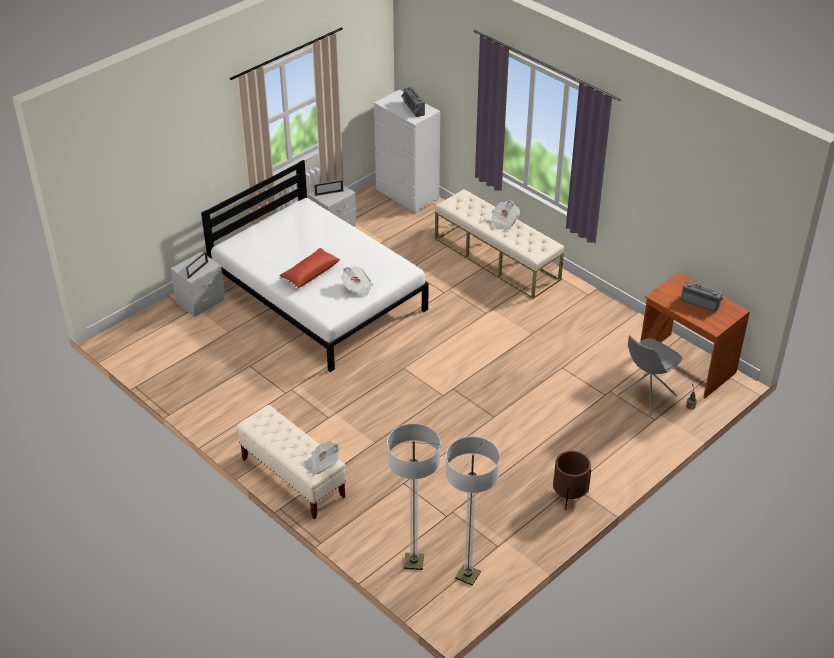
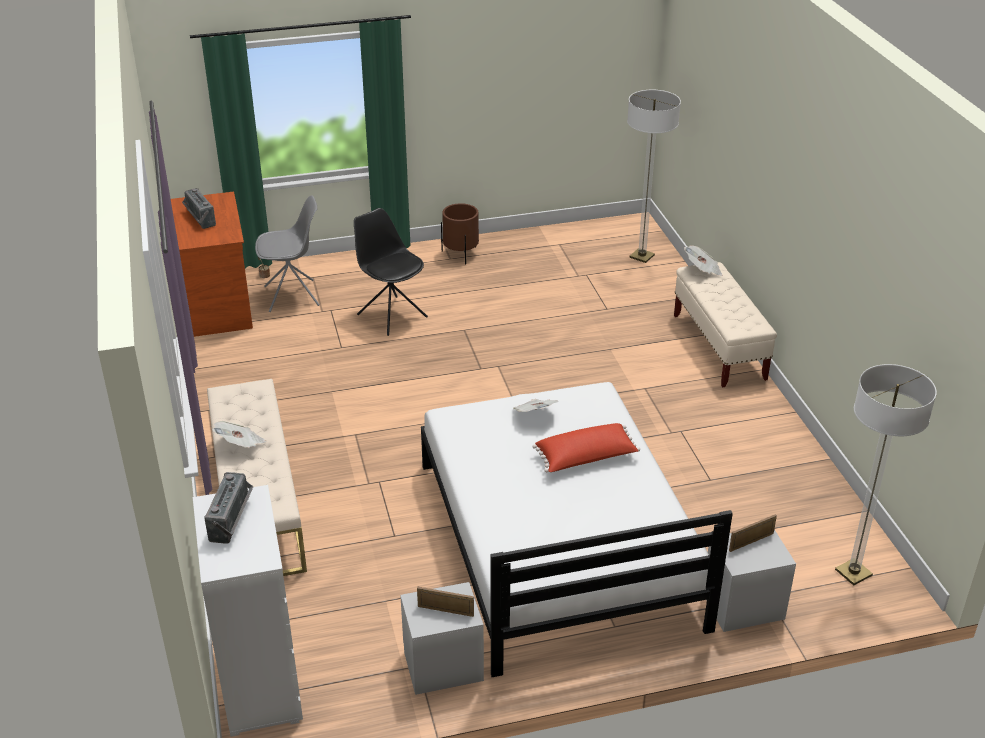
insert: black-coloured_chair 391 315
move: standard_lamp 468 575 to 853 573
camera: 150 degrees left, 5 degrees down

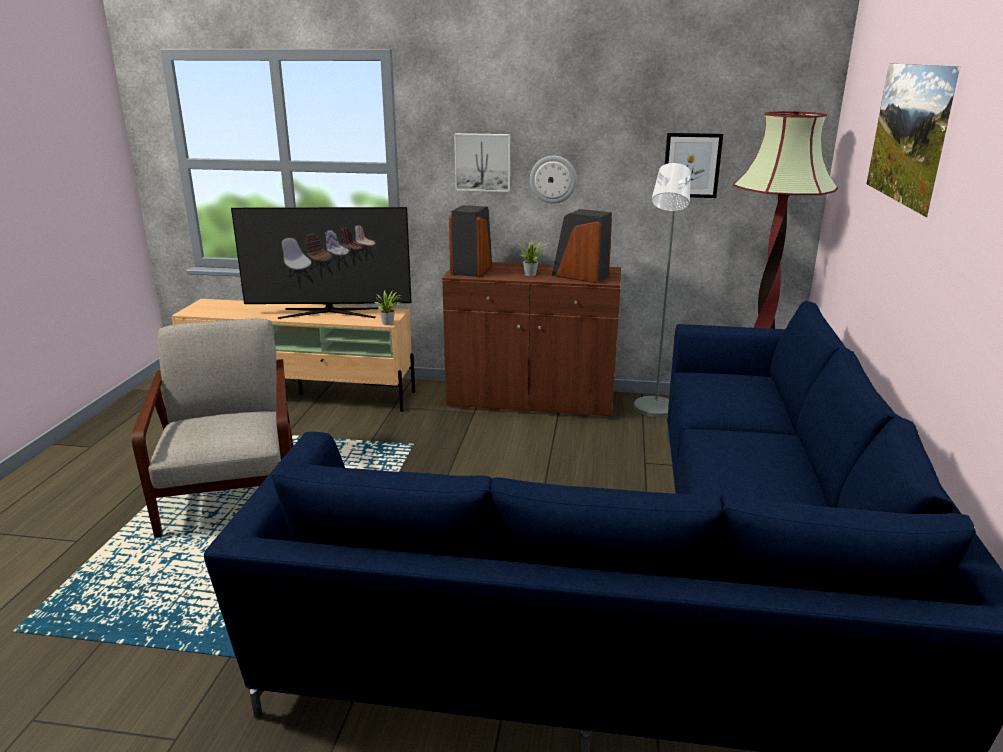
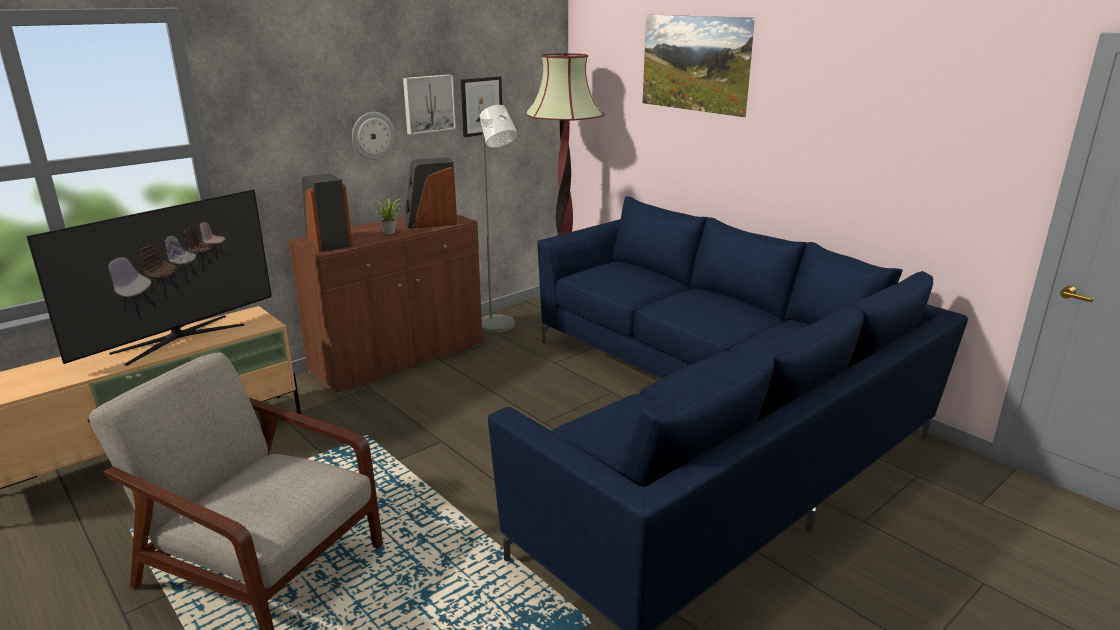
delete: potted_plant 389 323
move: wall_picture 483 162 to 428 103
camera: 50 degrees left, 0 degrees up

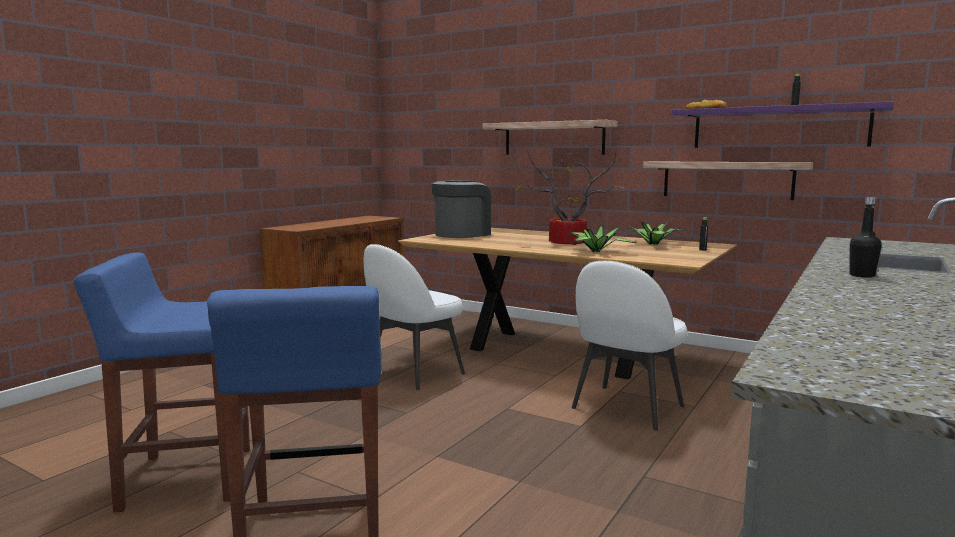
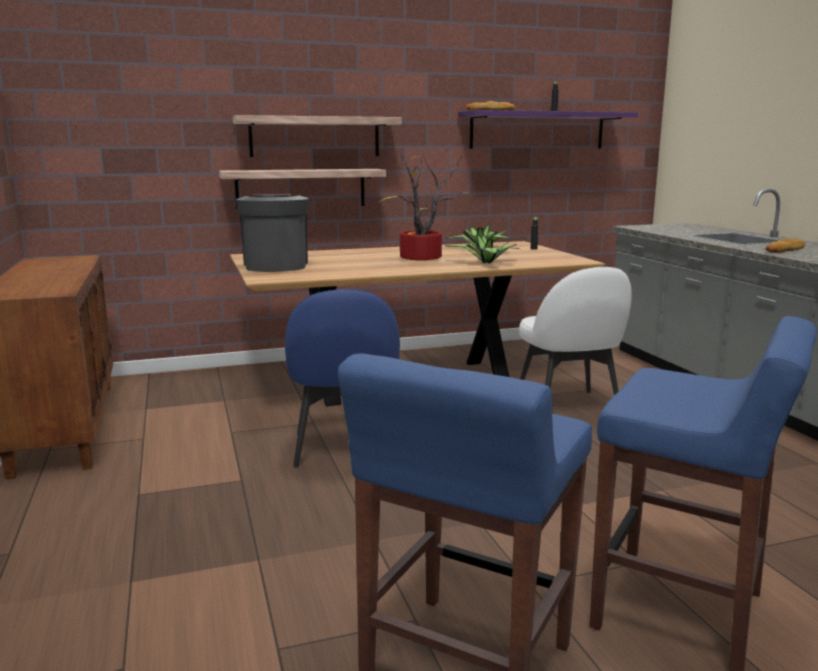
move: bracket_shelf 727 179 to 301 188
replace: black-coloured_beverage_bottle 862 275 to bread 785 250
recolor: whitish_chair 413 373 to blue-coloured_chair 345 449
camera: 50 degrees left, 5 degrees up

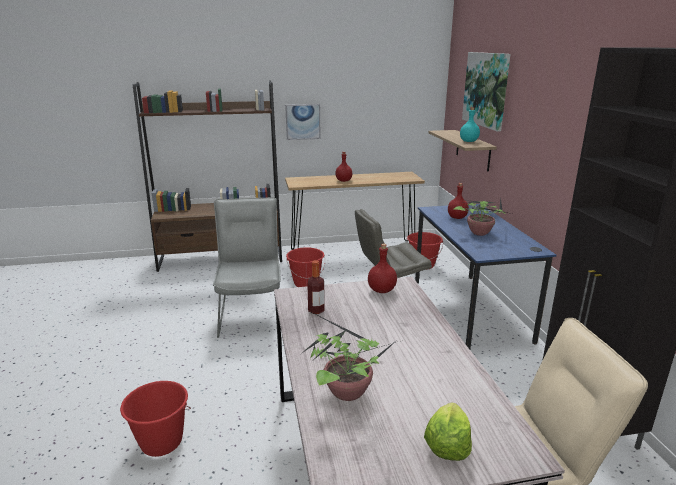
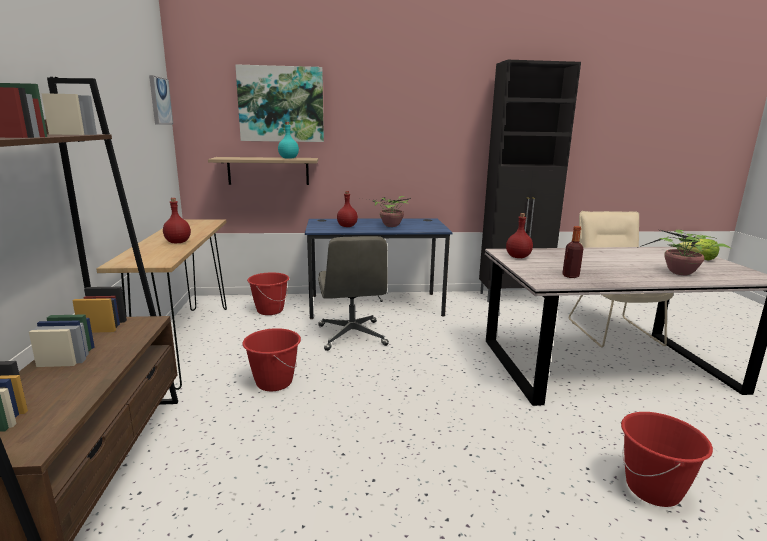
delete: greyish_chair 252 314
move: wall_picture 303 121 to 160 101
camera: 85 degrees left, 5 degrees down

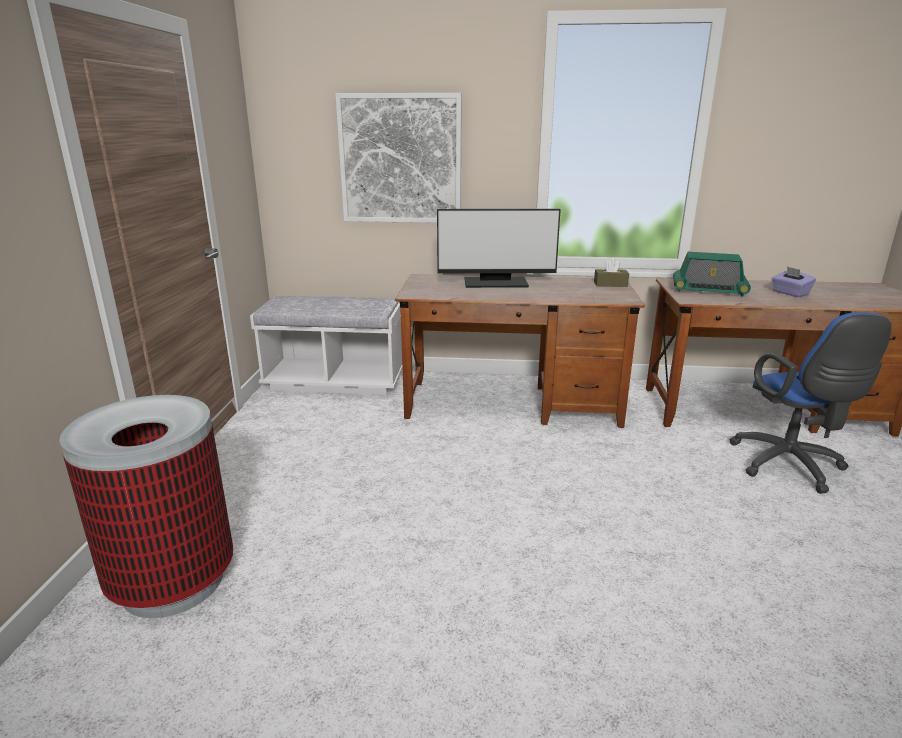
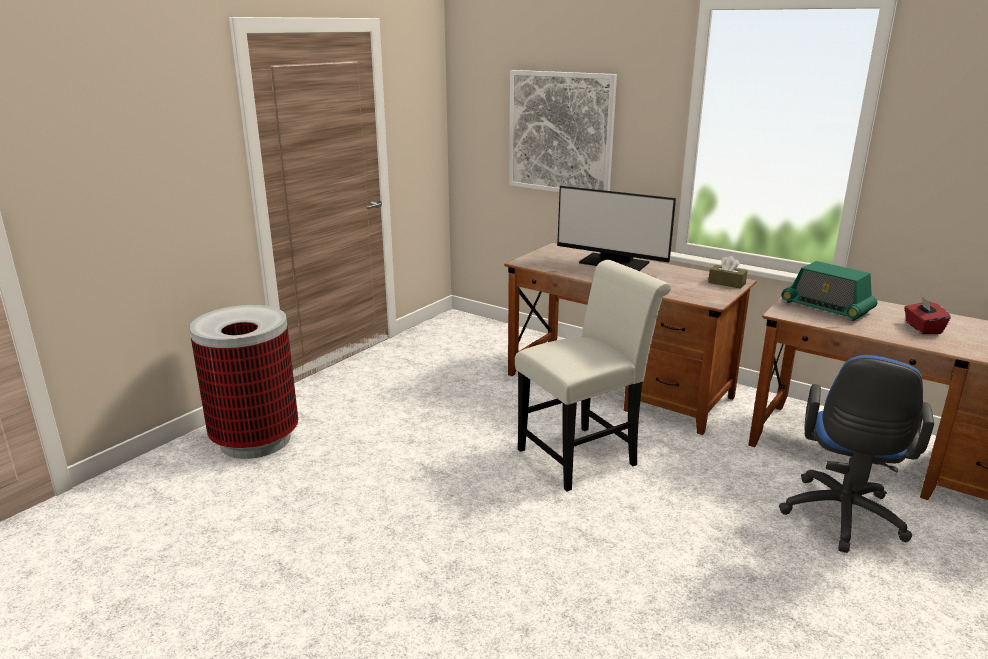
delete: whitish_indoor_bench 335 381
insert: whitish_chair 584 455
recolor: purplish_tissue_holder 790 293 to red_tissue_holder 922 328
camera: 30 degrees right, 0 degrees up

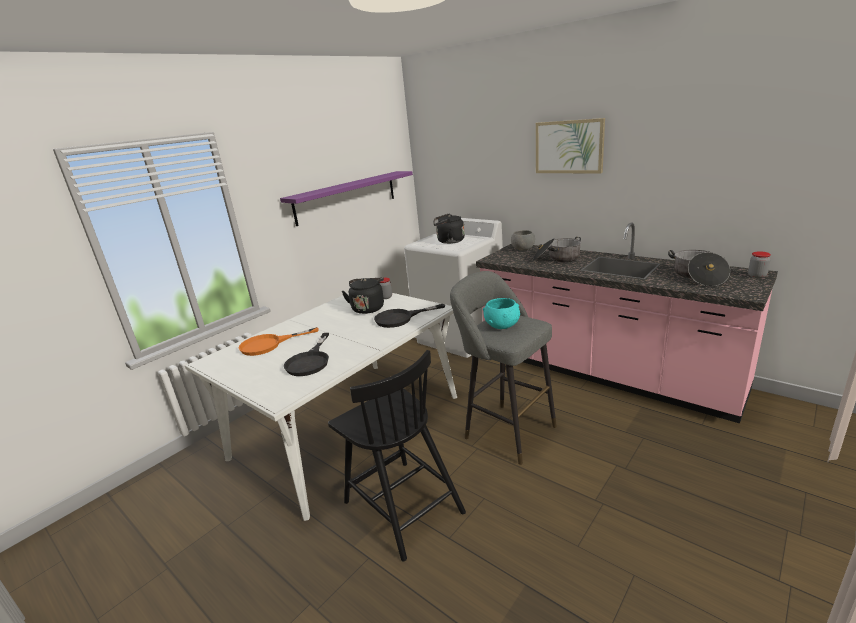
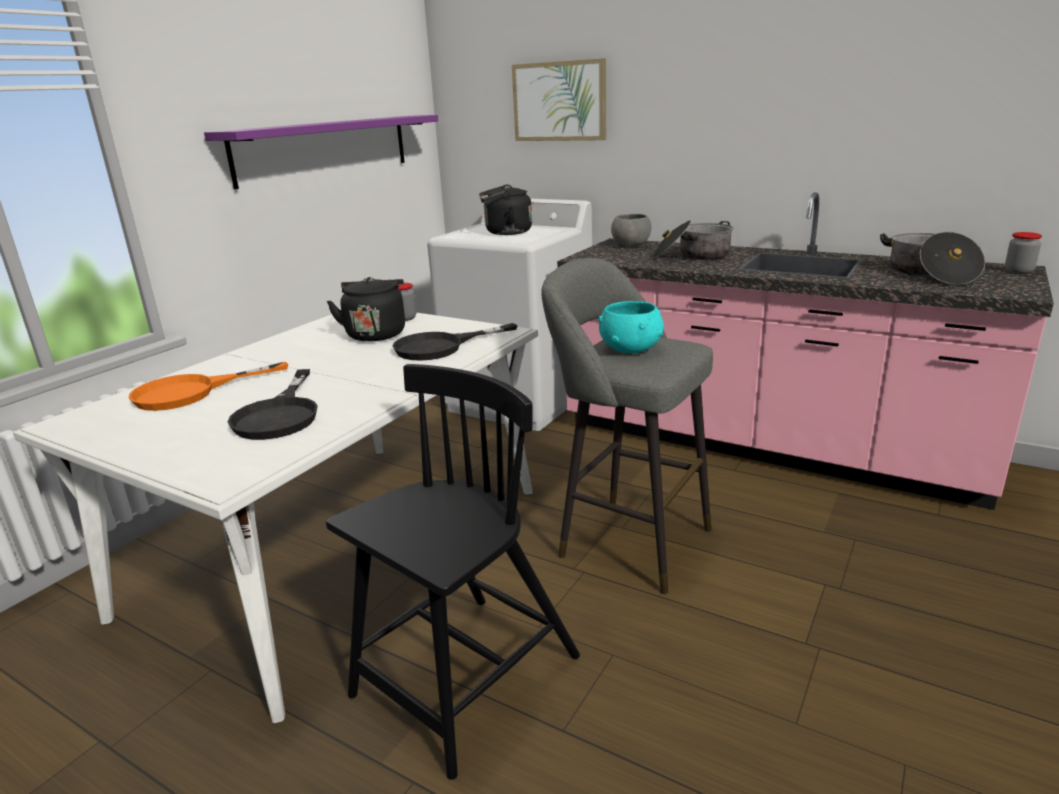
move: wall_picture 569 147 to 559 101
rotate: black-coloured_chair 402 505 = 464 679 90 degrees counterclockwise
camera: 10 degrees left, 0 degrees up

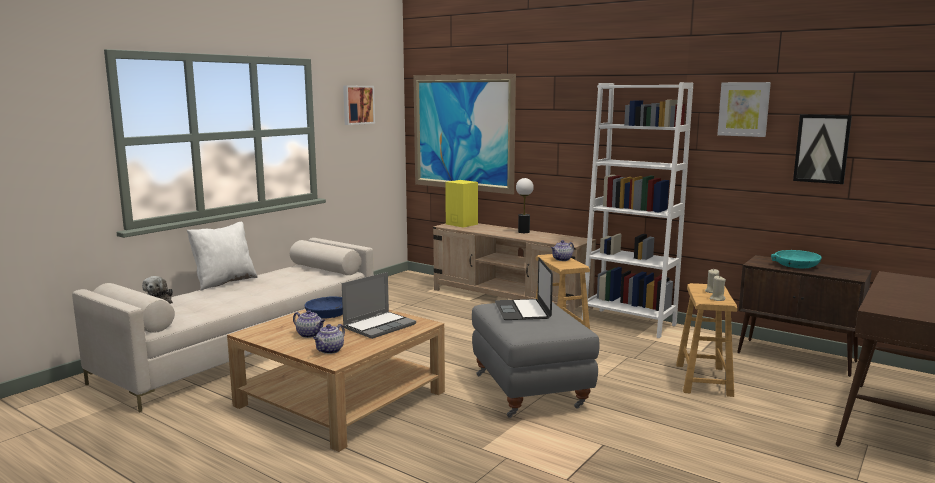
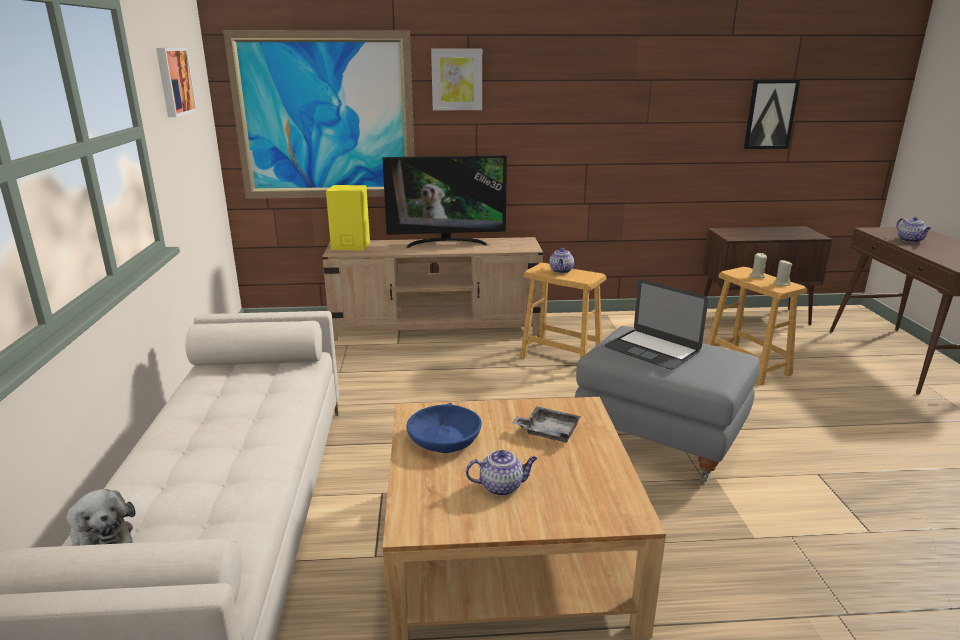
delete: whitish_cushion 224 282; whitish_shelving_unit 628 323; turquoise-coloured_serving_bowl 796 265
move: tea_pot 330 350 to 910 240; wall_picture 743 109 to 457 79
replace: notebook_computer 379 326 to greyish_carrying_tray 548 431; tabletop_lamp 524 232 to television 446 242
camera: 40 degrees left, 10 degrees up

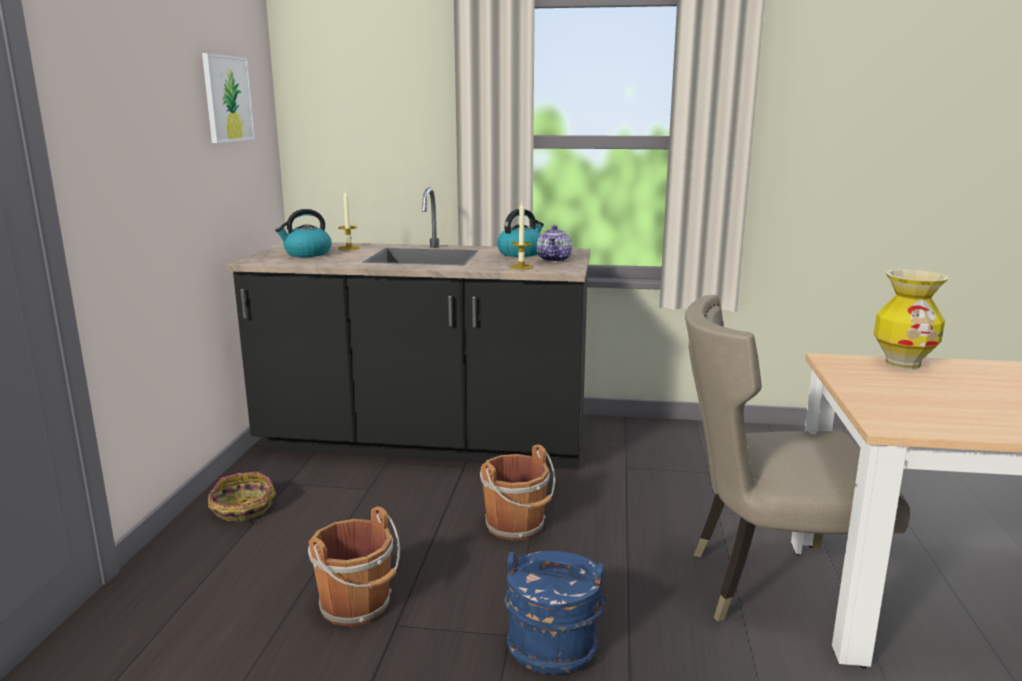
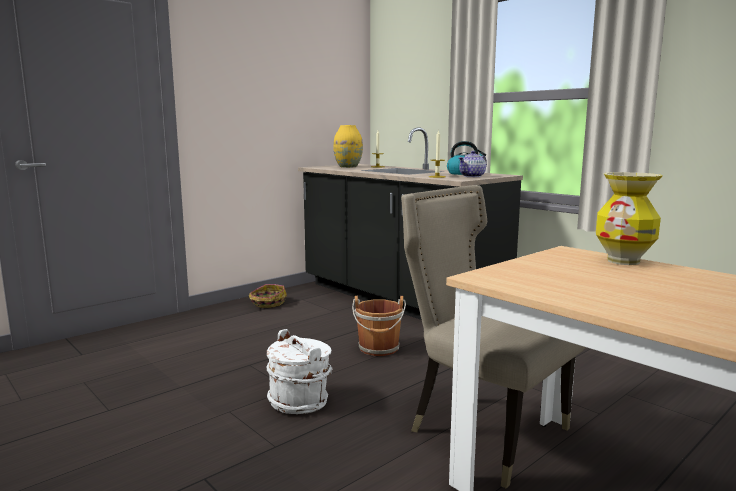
delete: wall_picture 227 99; brownish_water_bucket 357 606
replace: tea_kettle 307 254 to yellow_flower_vase 348 167
recolor: blue-coloured_water_bucket 553 647 to whitish_water_bucket 299 401
camera: 40 degrees right, 5 degrees down

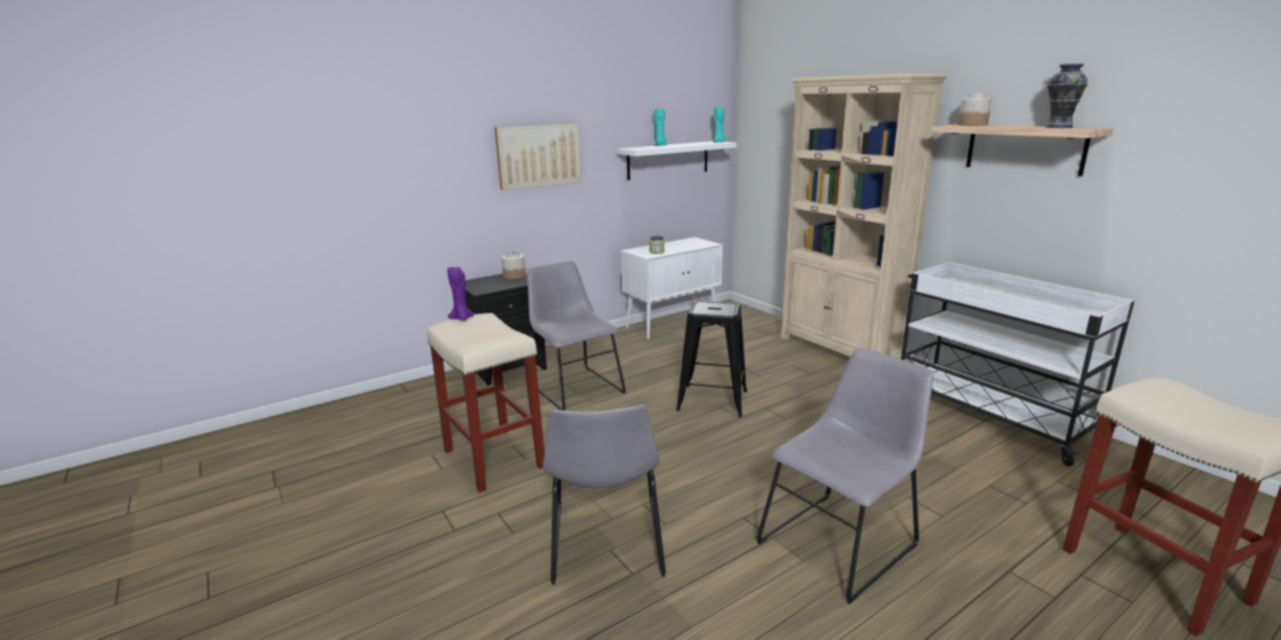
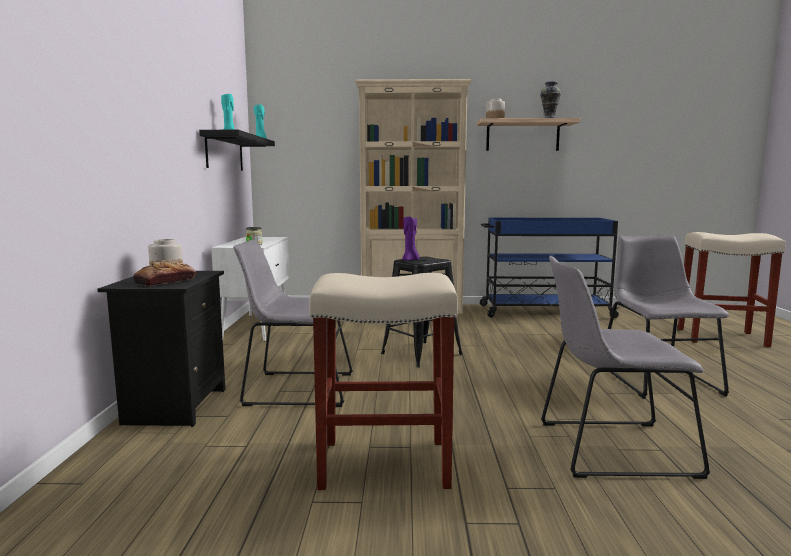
delete: wall_picture 539 155
insert: bread 165 281
move: purplish_wax_light 462 318 to 410 260
recolor: whitish_bracket_shelf 668 160 to black-coloured_bracket_shelf 224 152; whitish_cart 987 413 to blue-coloured_cart 543 311
rotate: greyish_chair 606 544 = 608 448 150 degrees clockwise
camera: 55 degrees left, 10 degrees down

